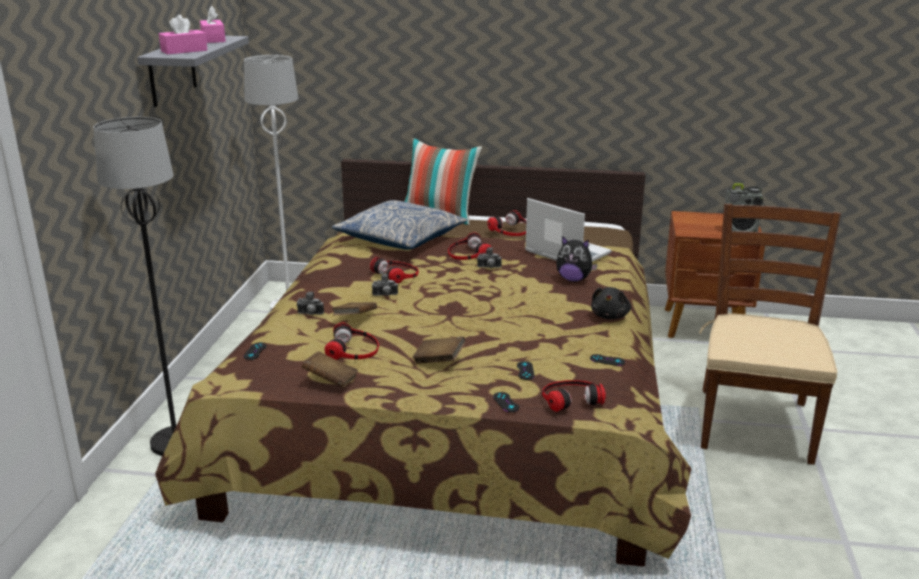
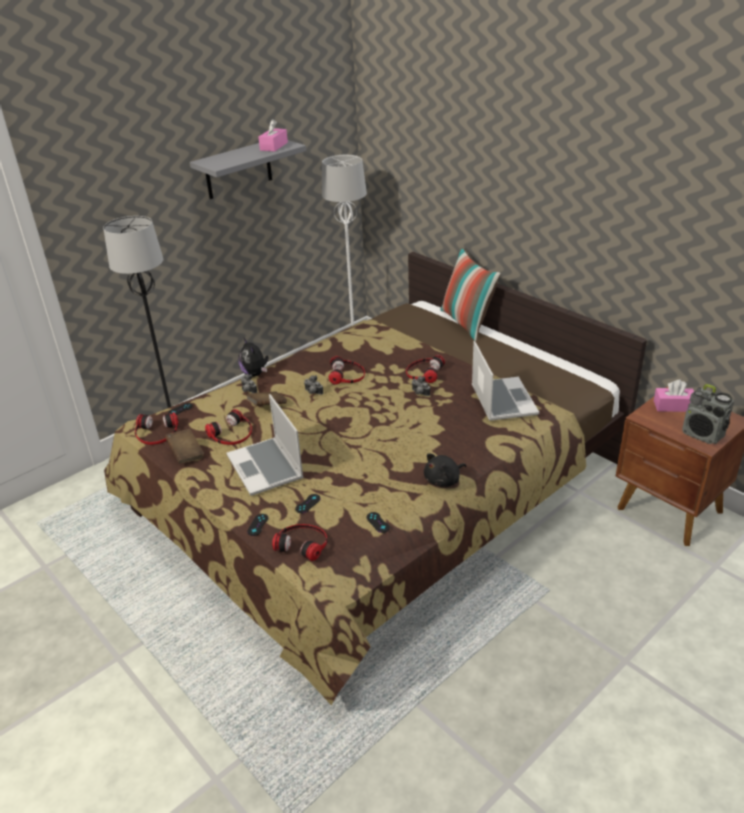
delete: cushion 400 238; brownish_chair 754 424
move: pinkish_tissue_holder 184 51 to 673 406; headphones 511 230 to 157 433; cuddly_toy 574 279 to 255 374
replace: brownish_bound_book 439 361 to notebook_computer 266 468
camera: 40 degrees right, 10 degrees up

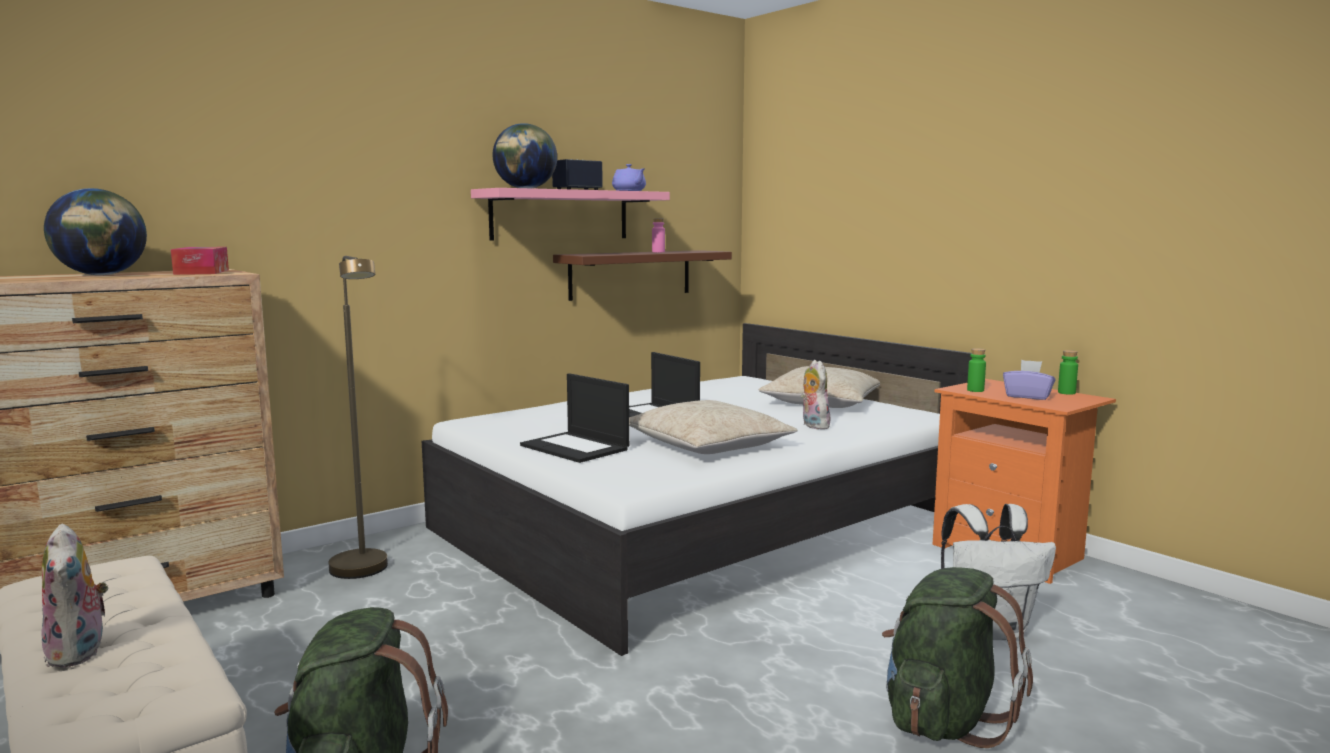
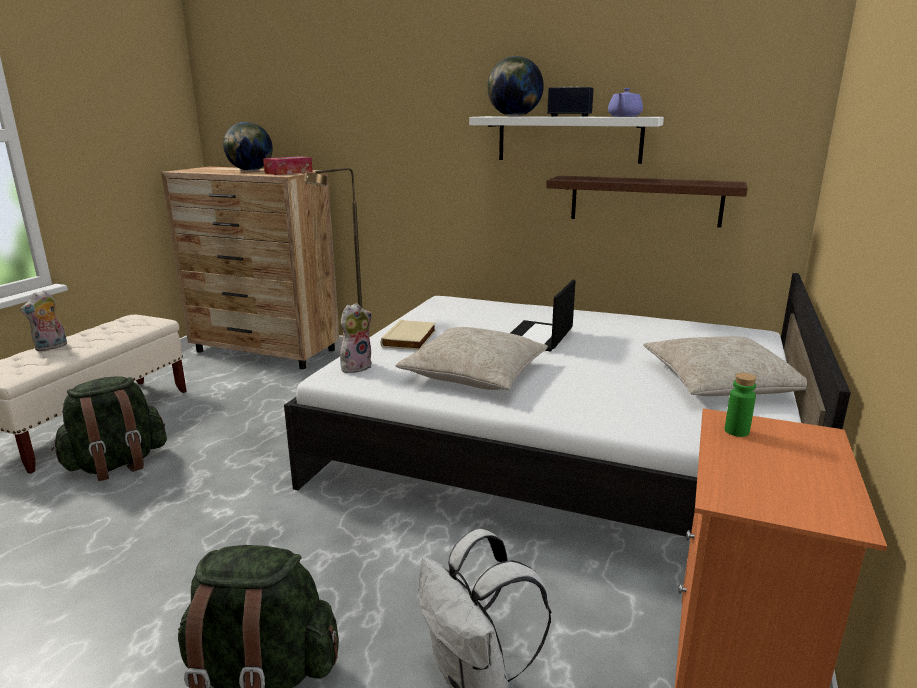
delete: pinkish_beverage_bottle 658 252; purplish_tissue_holder 1028 396; green_beverage_bottle 1066 393
move: cuddly_toy 813 425 to 356 366
replace: notebook_computer 576 447 to beige-coloured_bound_book 410 339
recolor: pinkish_bracket_shelf 560 215 to whitish_bracket_shelf 569 139
camera: 60 degrees right, 10 degrees up

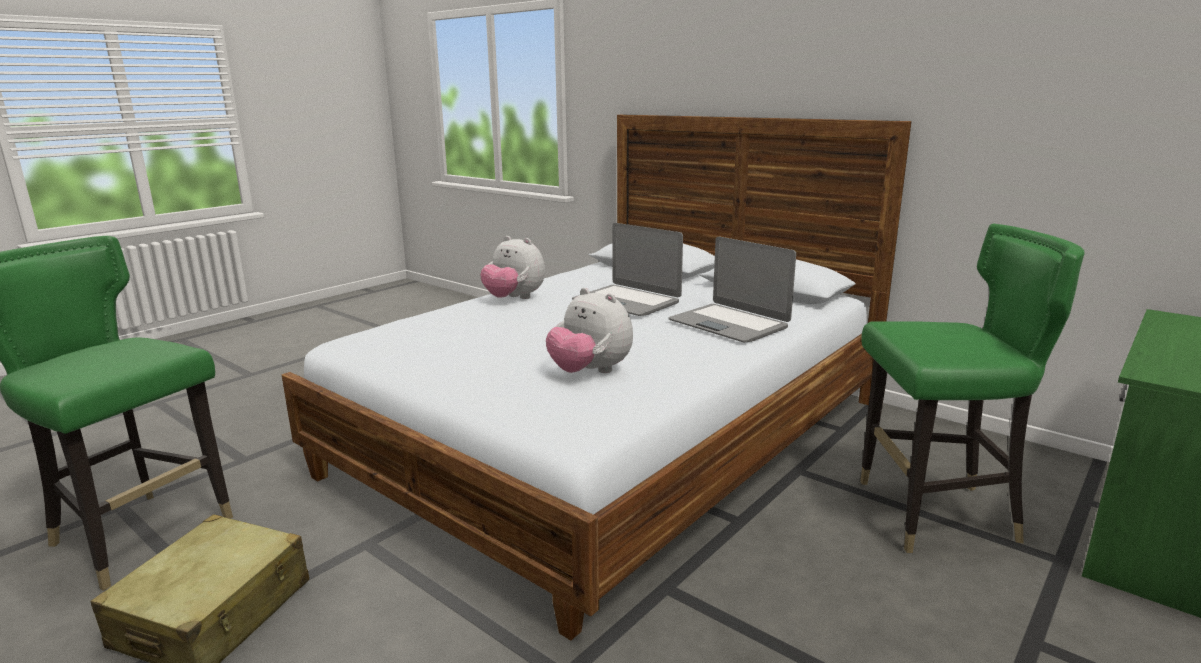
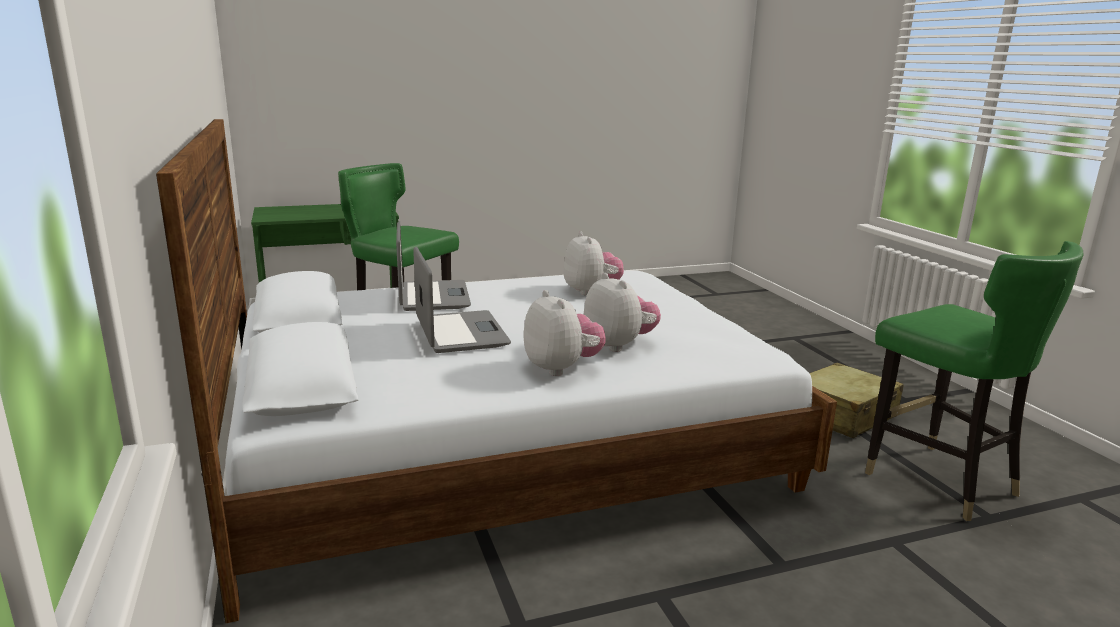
insert: cuddly_toy 619 345
camera: 150 degrees left, 0 degrees up

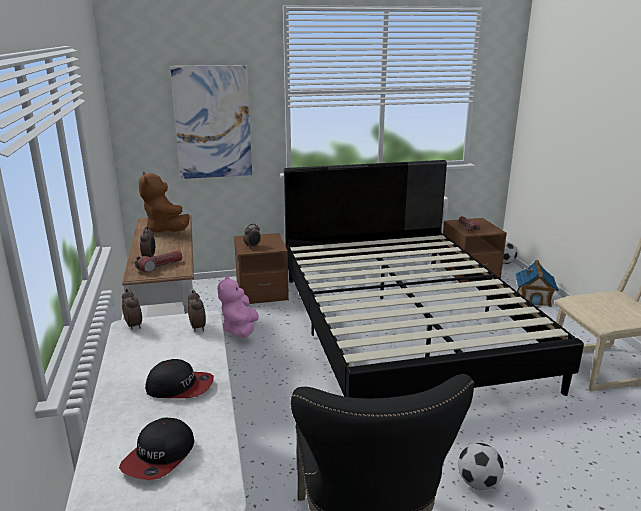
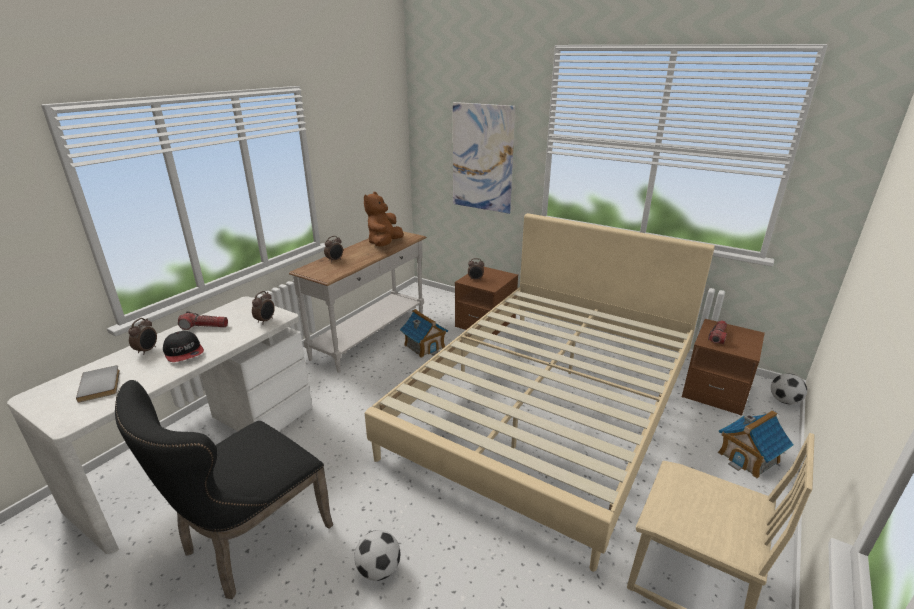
move: alarm_clock 134 325 to 147 350; hand_torch 160 266 to 204 327
replace: cap 159 456 to greyish_bound_book 101 384; pinkish_cuddly_toy 240 330 to miniature_house 424 346
recolor: black-coloured_bedroom_bed 403 326 to beige-coloured_bedroom_bed 548 408
camera: 45 degrees right, 5 degrees up

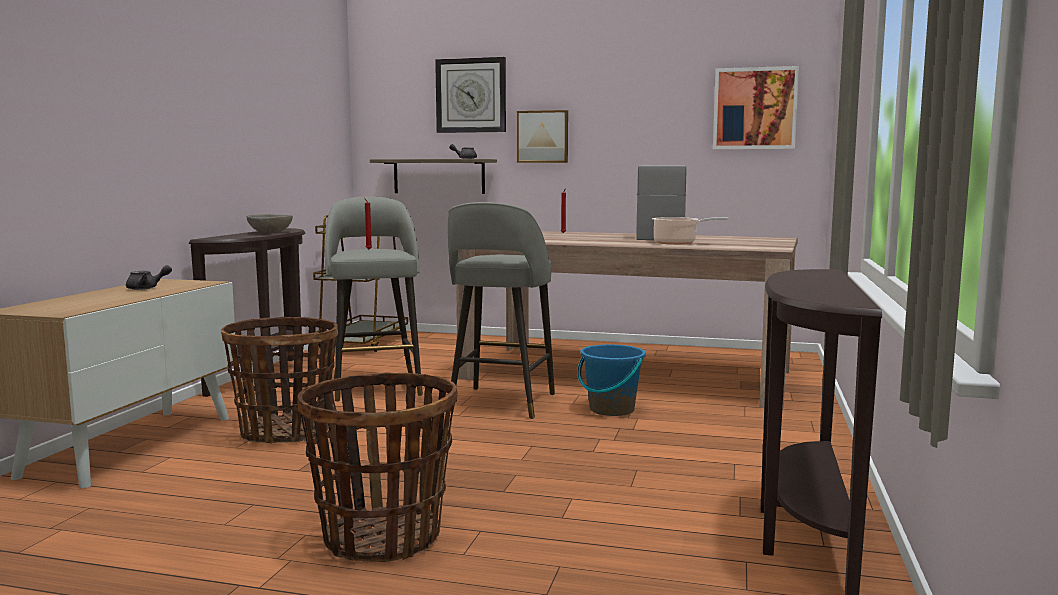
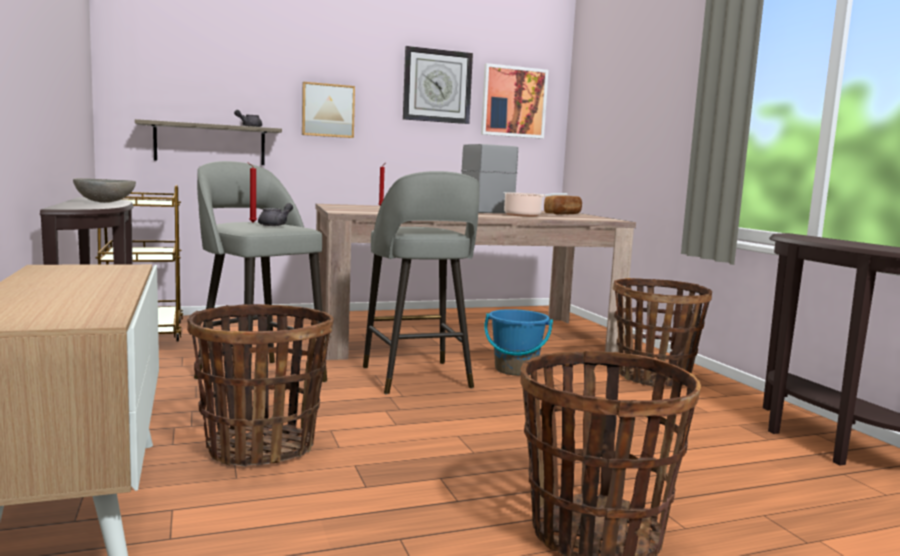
insert: bread 563 214; basket 653 377
move: greyish_tea_pot 147 288 to 276 225; clock_on_the_wall 471 95 to 437 86
camera: 35 degrees left, 0 degrees up

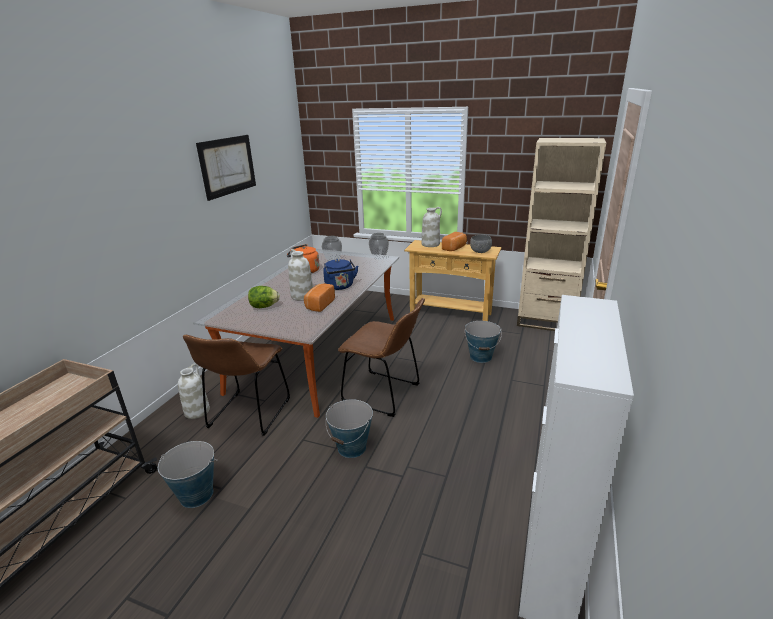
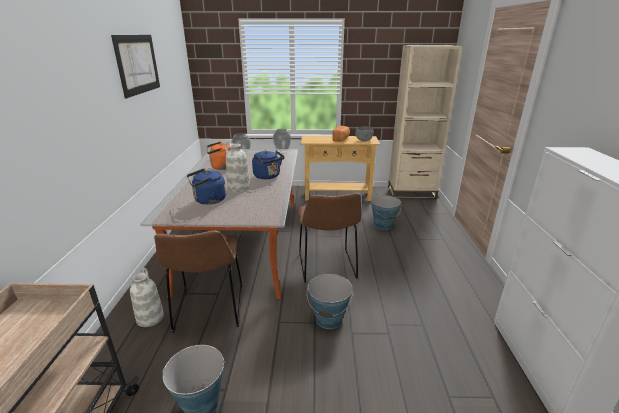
delete: bread 319 305; whitish_flower_vase 431 244
replace: lettuce_head 264 306 to blue-coloured_tea_kettle 208 200
rotate: brownish_chair 385 394 = 327 267 75 degrees clockwise
camera: 20 degrees left, 0 degrees up

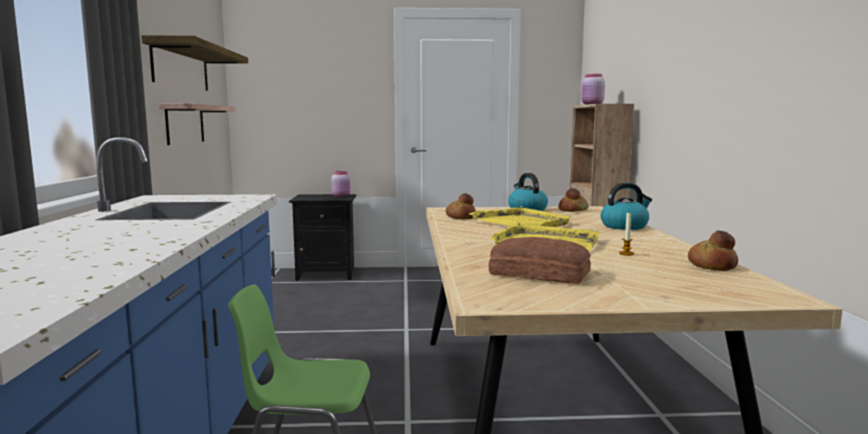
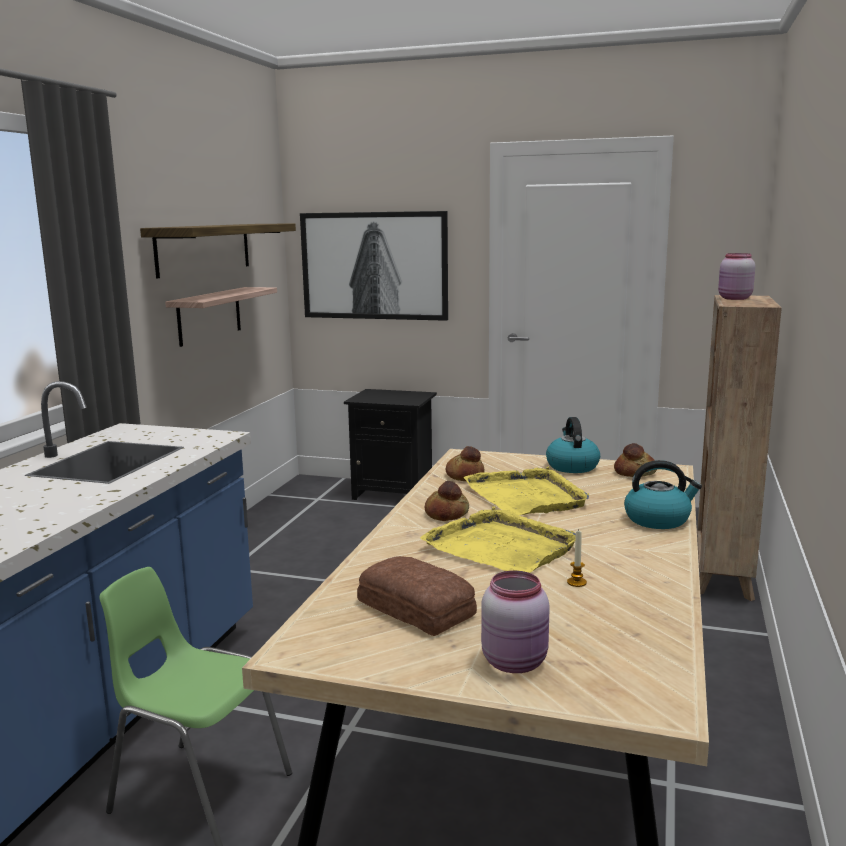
insert: wall_picture 374 266
move: pinkish_preserve_jar 341 196 to 516 662; bread 712 265 to 447 514
camera: 20 degrees right, 5 degrees up

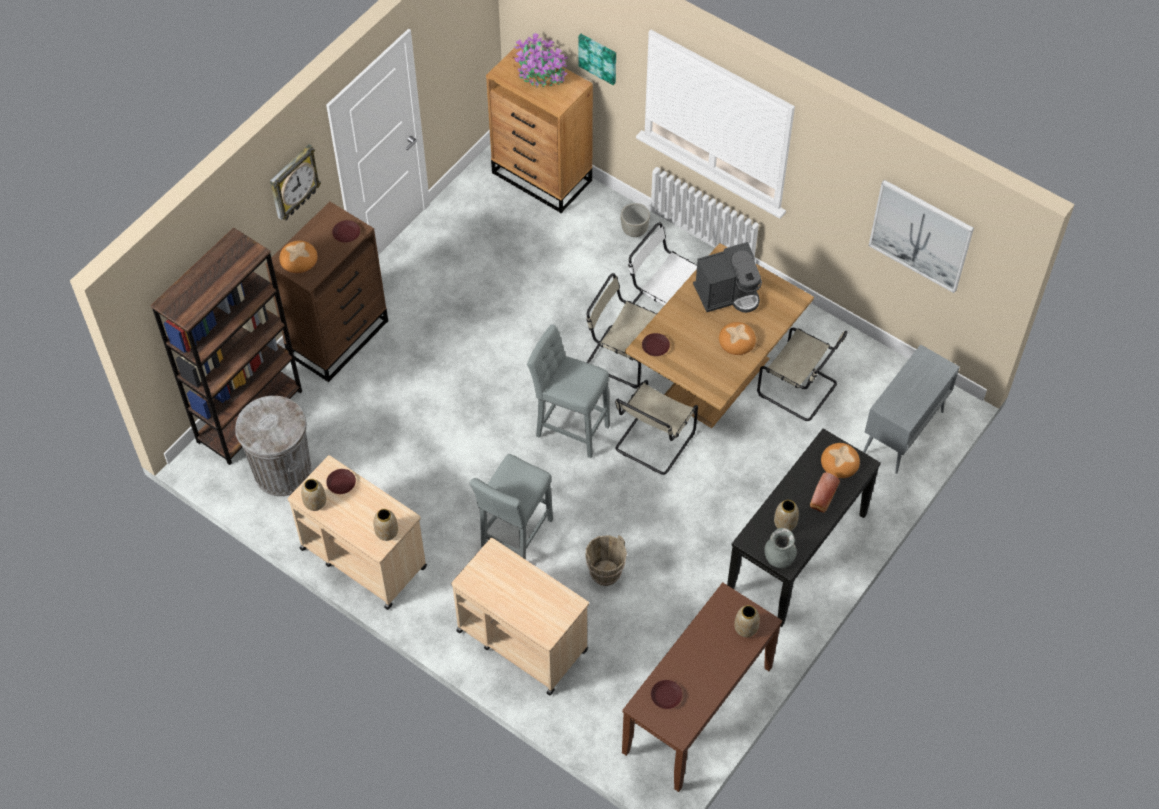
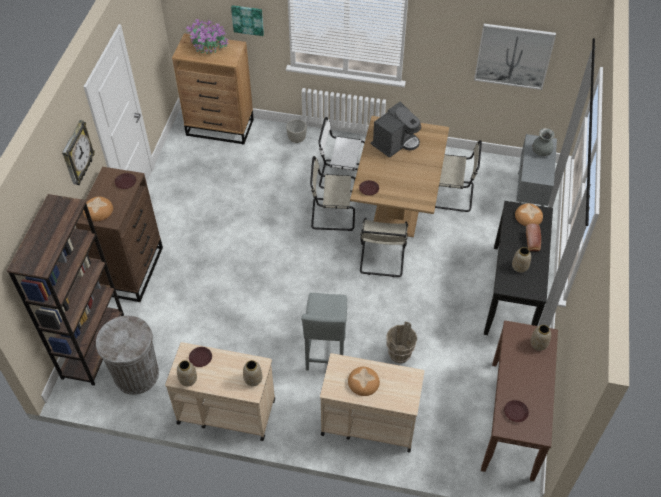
delete: greyish_stool_seat 569 428
move: bread 737 340 to 364 382; greyish_flower_vase 779 558 to 541 152
camera: 25 degrees left, 5 degrees down

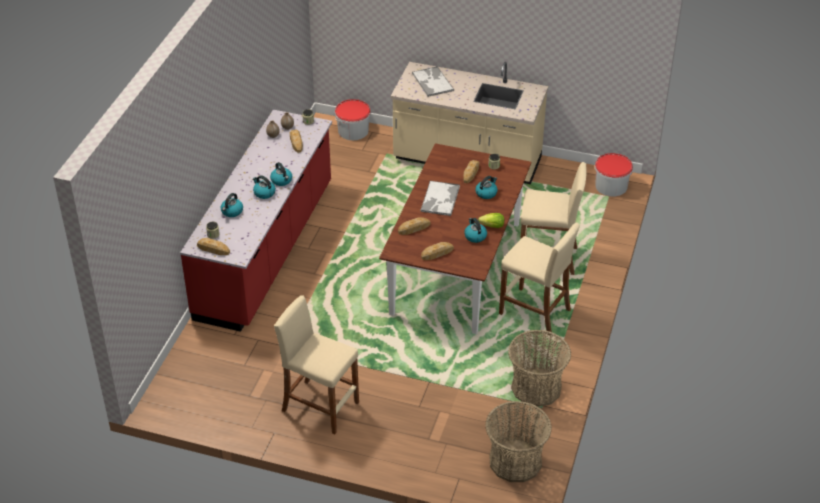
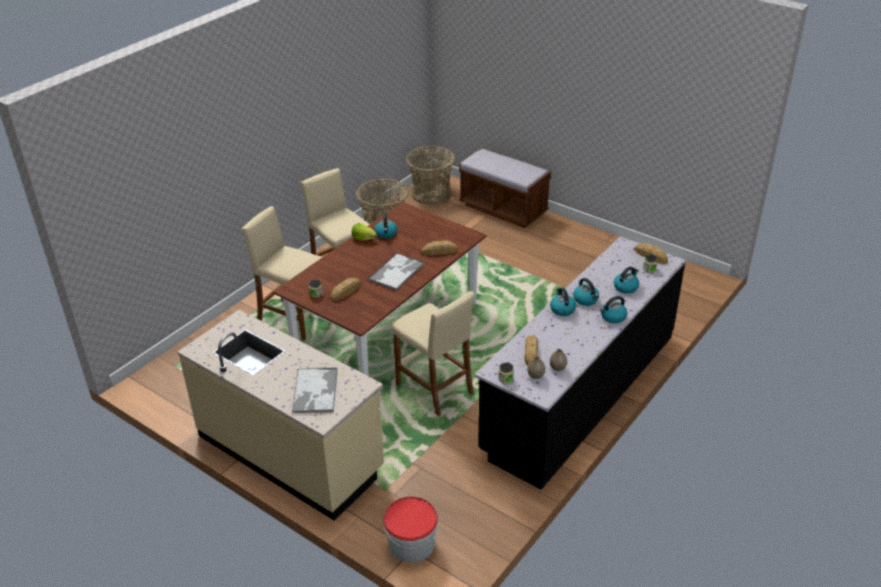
delete: bread 437 253; water_bucket 611 186
insert: brownish_indoor_bench 503 209
move: beige-coloured_stool_seat 320 406 to 435 389; tea_kettle 486 193 to 612 317
recolor: red_kitchen_counter 266 250 to black-coloured_kitchen_counter 580 392
camera: 160 degrees left, 5 degrees down

